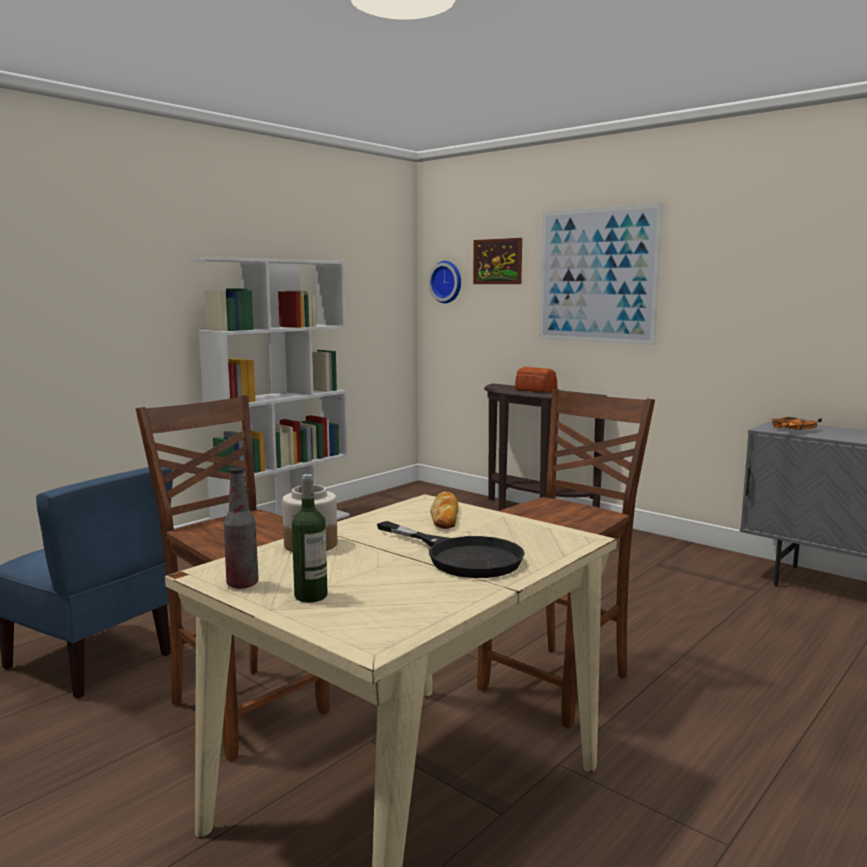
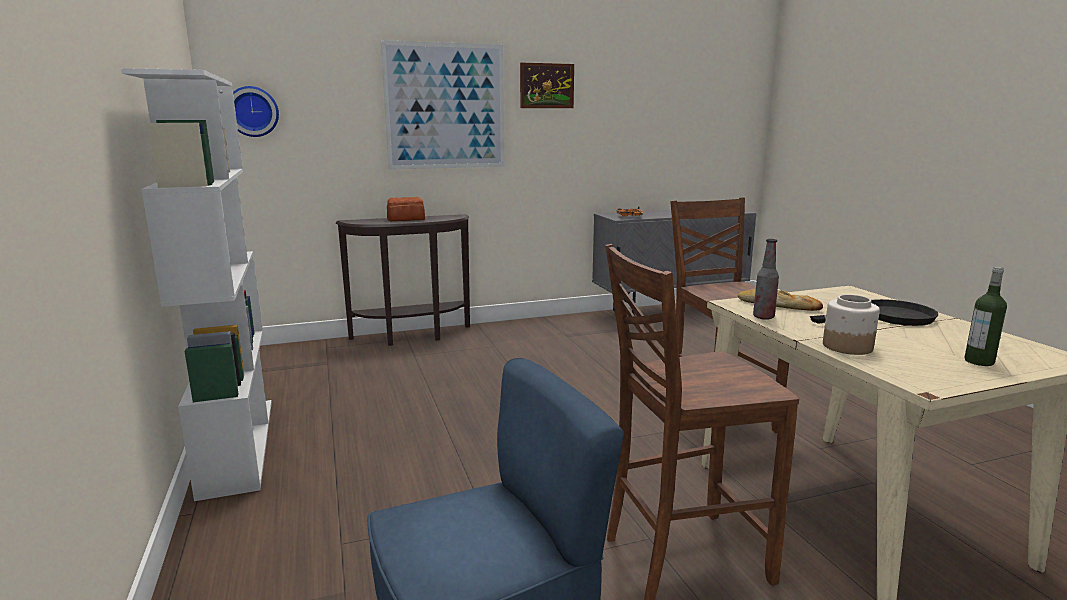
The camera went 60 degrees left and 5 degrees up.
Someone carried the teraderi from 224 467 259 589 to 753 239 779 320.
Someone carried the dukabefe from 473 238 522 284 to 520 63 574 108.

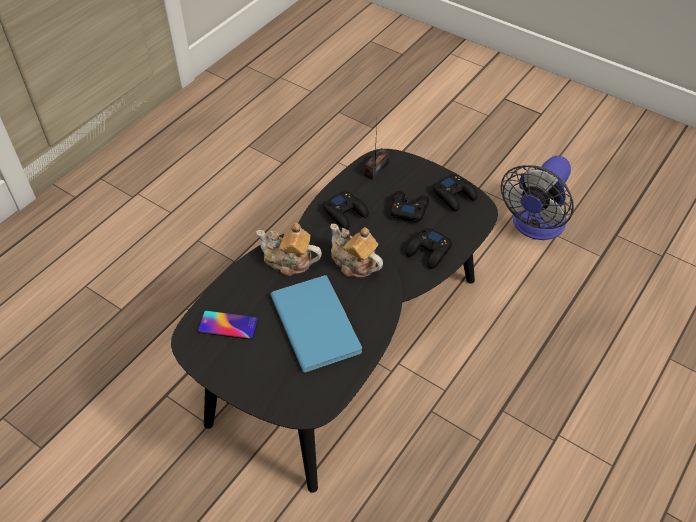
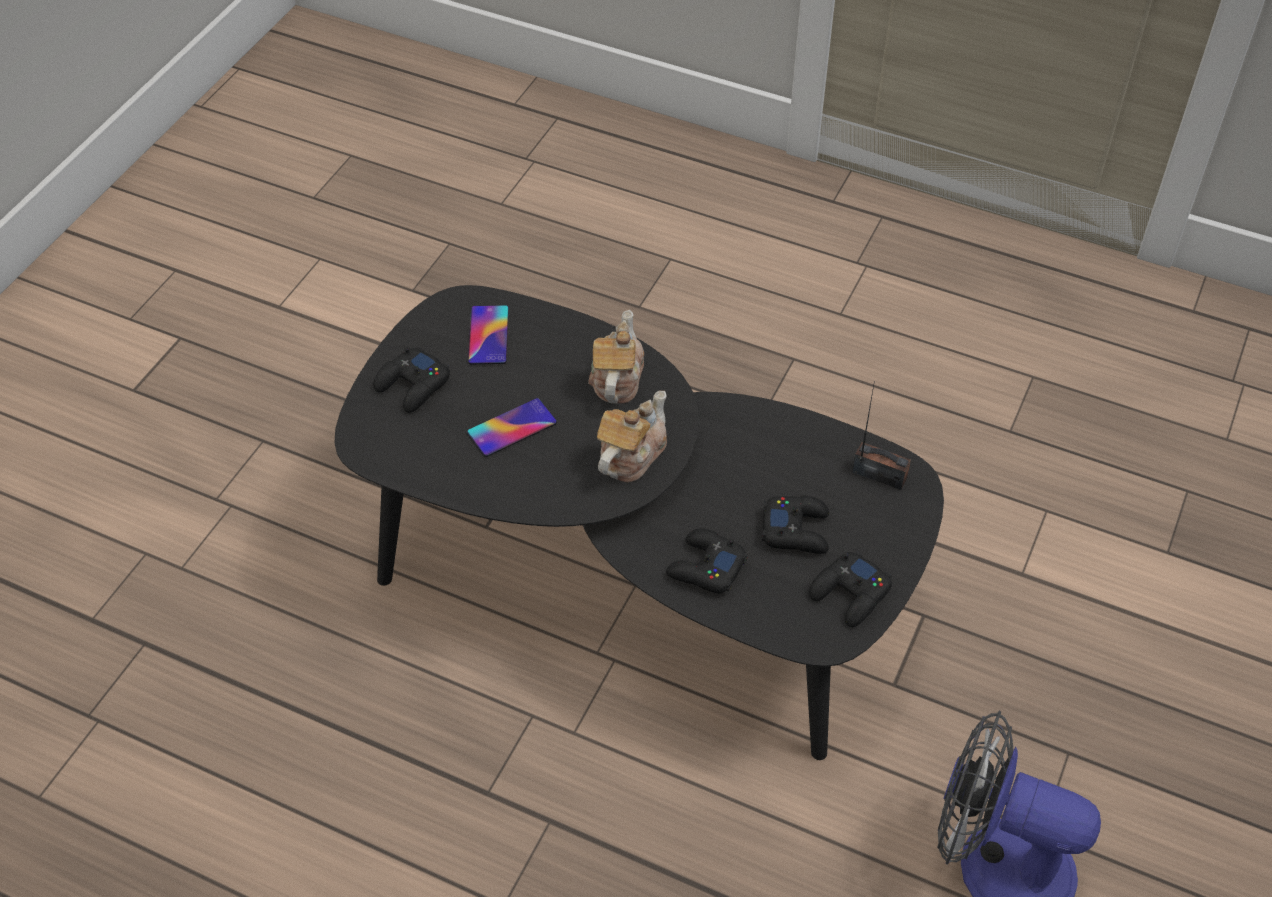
The camera went 80 degrees right and 0 degrees up.
Someone swapped the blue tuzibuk at 270 275 362 373 for the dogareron at 467 398 557 457.
Someone carried the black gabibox from 323 191 369 229 to 373 347 450 413.

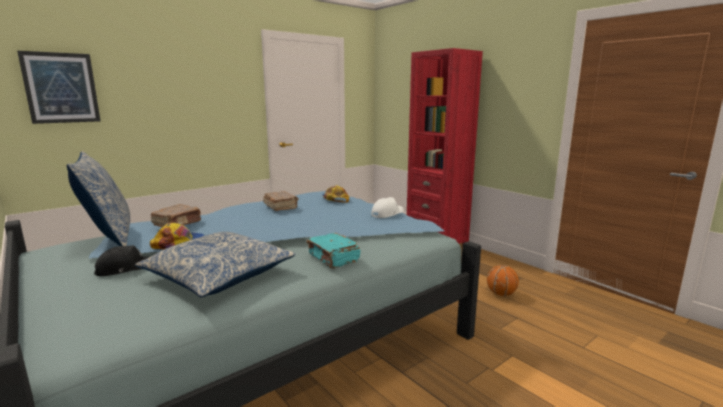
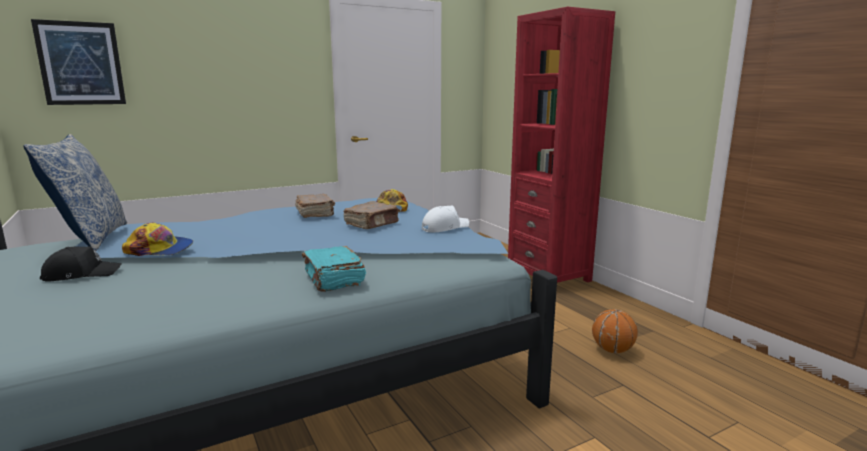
The camera went 10 degrees right and 0 degrees up.
Someone took away the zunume at 135 232 296 297.
Someone carried the brown tuzibuk from 150 204 201 227 to 343 201 399 229.

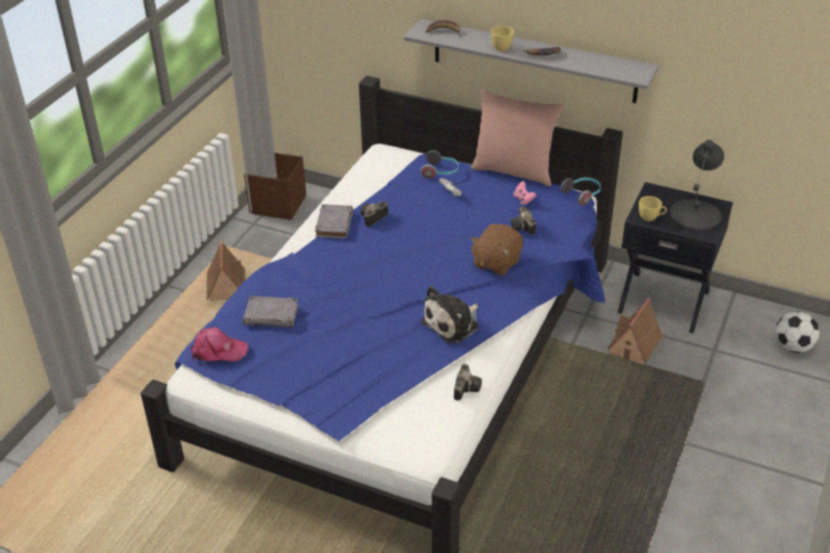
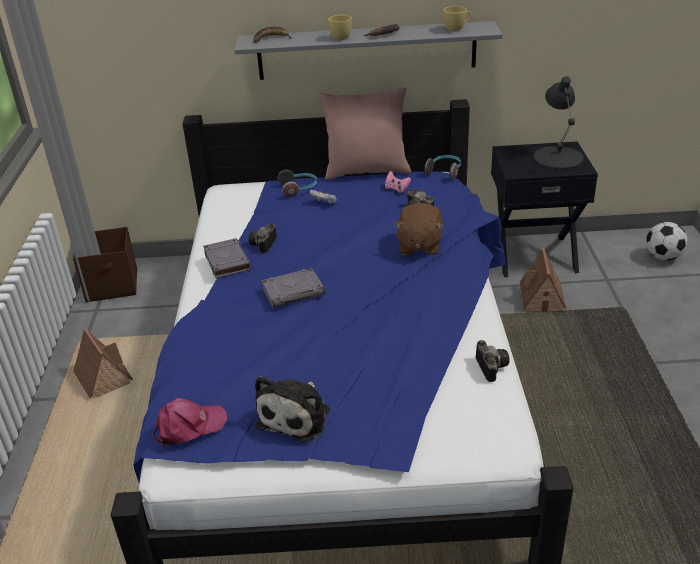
The camera went 25 degrees left and 5 degrees down.
Someone carried the grey tuzibuk from 243 296 299 327 to 261 268 325 308.
Someone carried the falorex from 421 286 478 343 to 255 376 330 442.
Someone carried the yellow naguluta from 639 196 667 221 to 443 6 471 31.

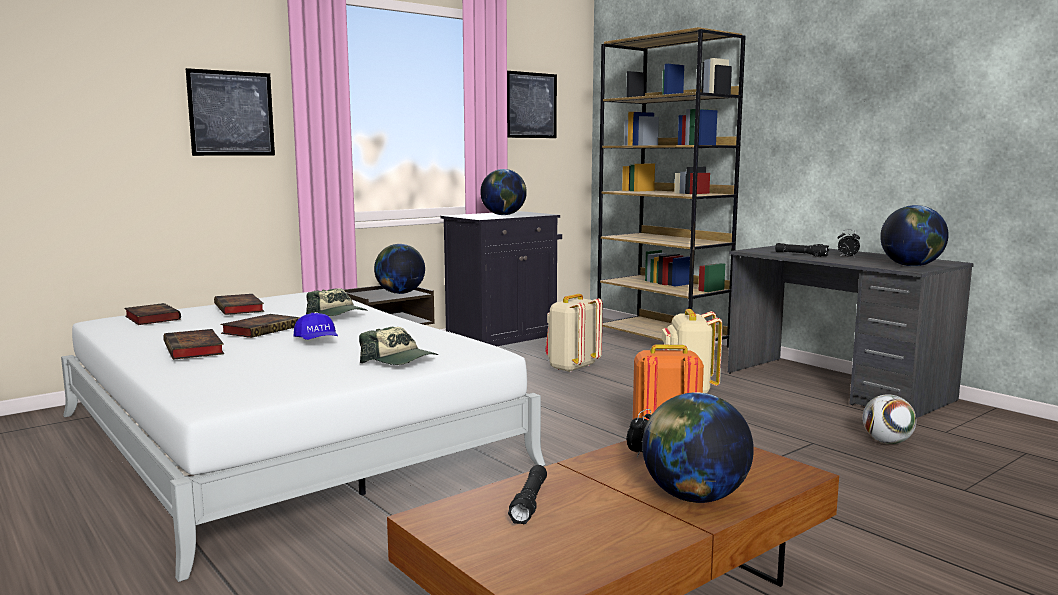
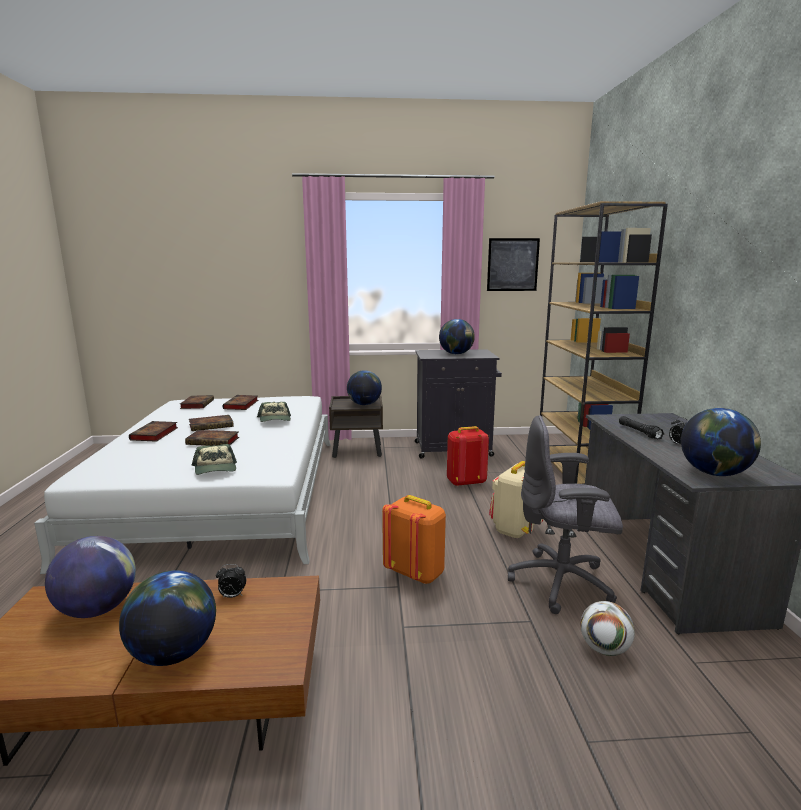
The camera went 35 degrees right and 5 degrees up.
Someone took away the dukabefe at 186 68 275 156.
Someone swapped the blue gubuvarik at 294 313 338 340 for the tuzibuk at 185 430 239 446.
Someone swapped the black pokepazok at 508 465 547 524 for the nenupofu at 45 536 136 618.
Someone repainted the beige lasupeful at 545 294 603 373, which became the red lasupeful at 447 426 489 486.
Someone put down the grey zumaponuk at 508 415 623 614.

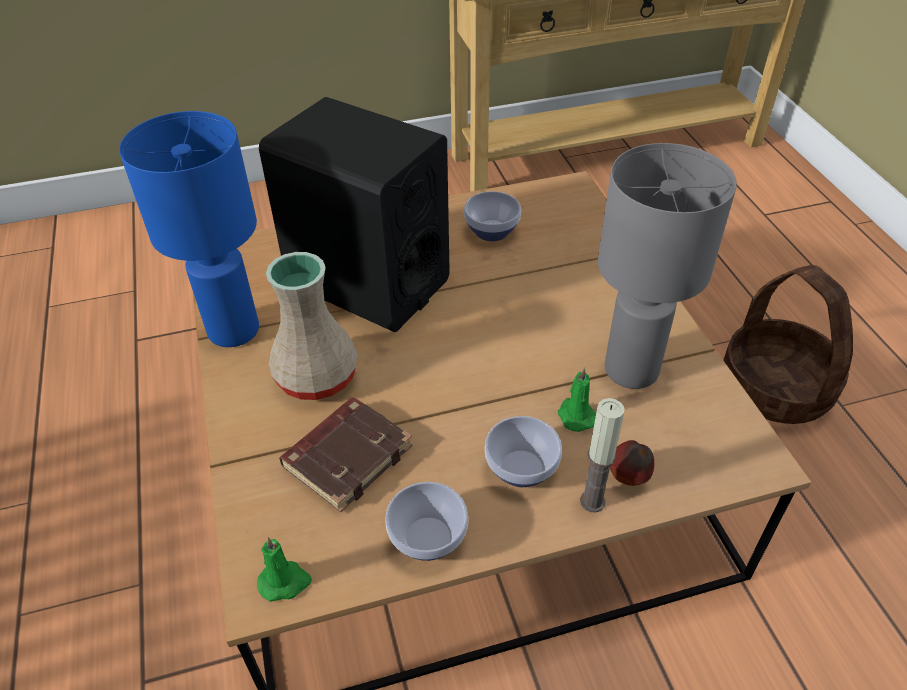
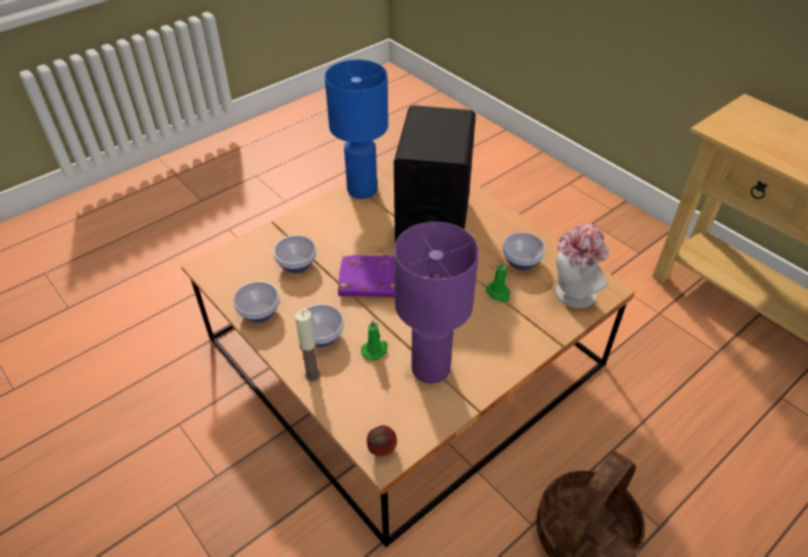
The camera went 65 degrees right and 0 degrees up.
Someone carried the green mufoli from 257 537 312 602 to 486 261 510 302.
Someone took away the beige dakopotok at 266 252 358 400.
Someone swapped the brown tuzibuk at 279 397 413 513 for the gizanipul at 273 235 316 273.
Someone repainted the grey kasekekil at 598 143 737 389, which became the purple kasekekil at 394 222 479 384.
Someone carried the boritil from 610 440 654 486 to 367 425 397 457.
Someone put down the purple tuzibuk at 338 255 395 297.
Someone put down the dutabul at 556 223 610 308.

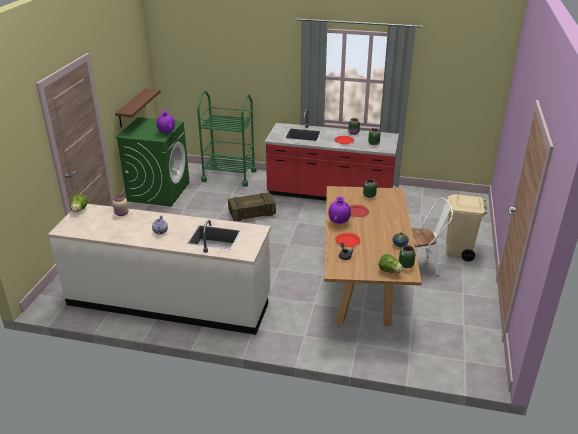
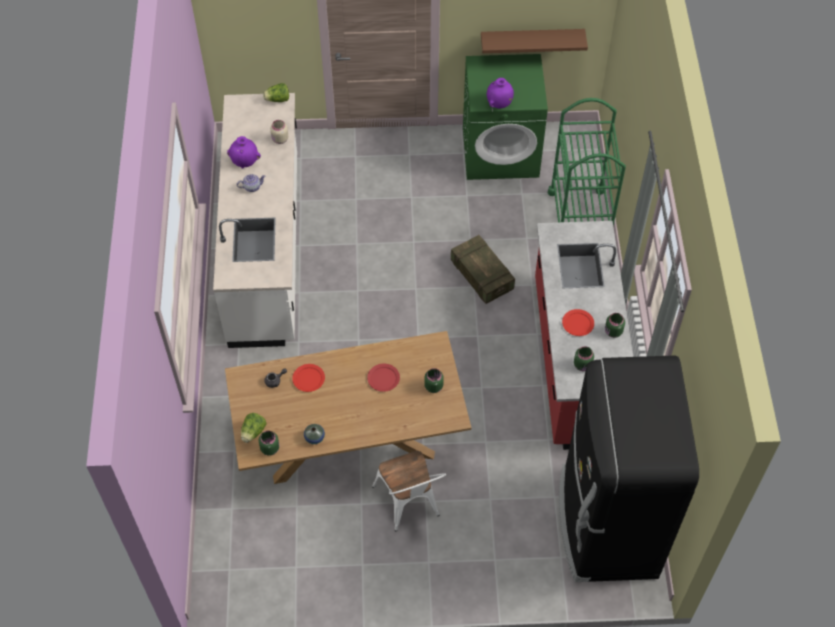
The camera went 75 degrees right and 25 degrees up.
Someone carried the purple dakopotok from 328 197 351 224 to 227 136 261 169.
Someone took away the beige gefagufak at 446 194 487 262.
Someone put down the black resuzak at 559 355 699 582.

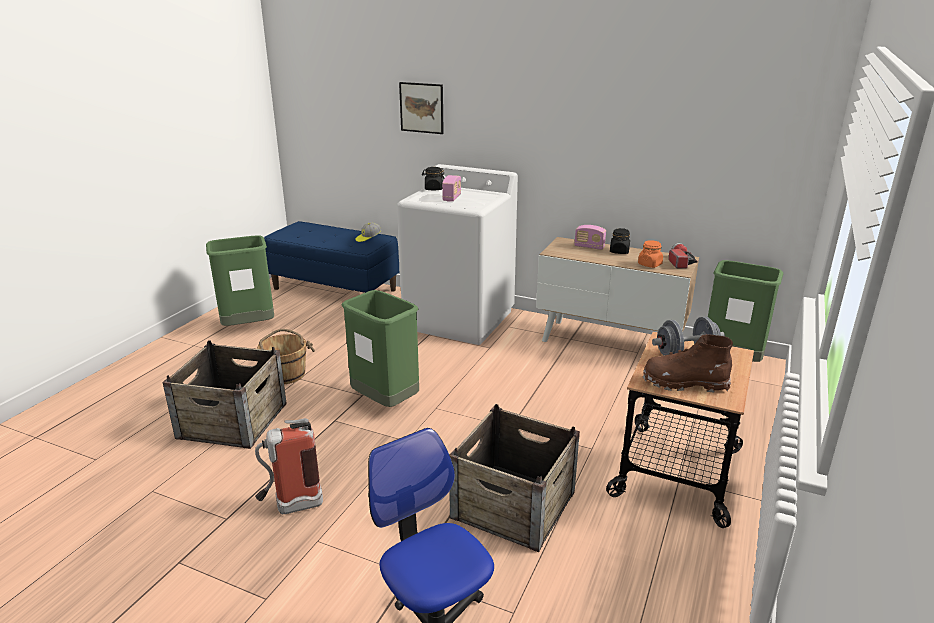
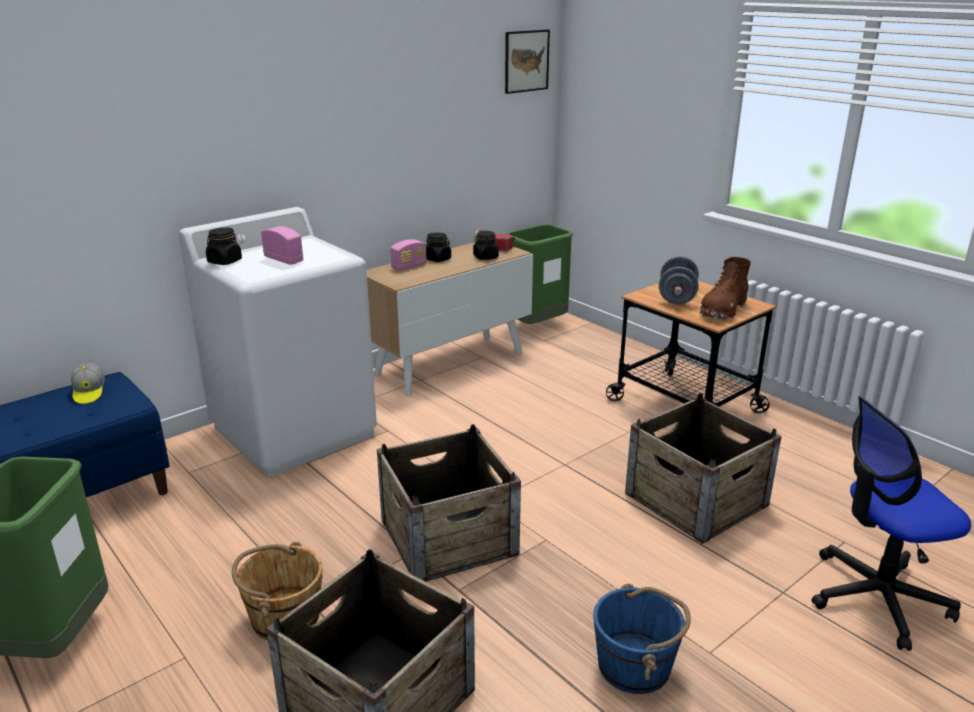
The camera went 65 degrees left and 0 degrees up.
Someone swapped the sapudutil at 255 418 323 514 for the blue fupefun at 593 583 691 694.
Someone swapped the green gefagufak at 342 290 419 407 for the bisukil at 377 424 521 582.
Someone carried the dukabefe from 399 82 444 134 to 505 29 550 94.
Someone repainted the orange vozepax at 638 240 663 268, which became the black vozepax at 473 231 499 260.

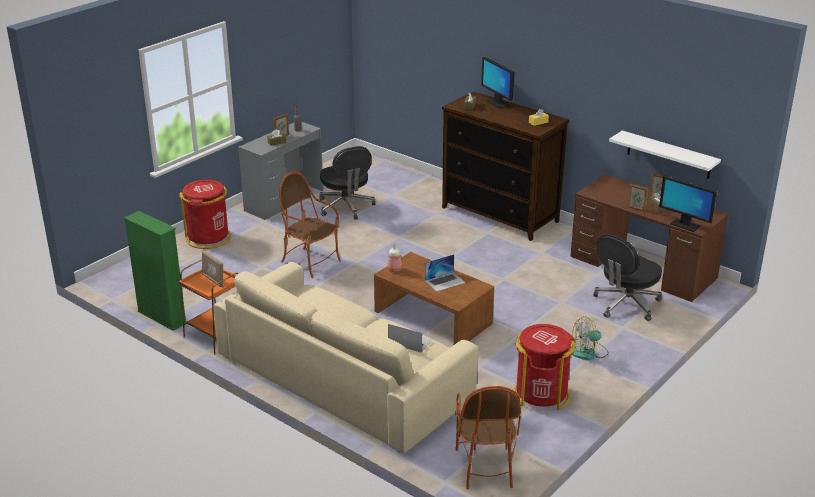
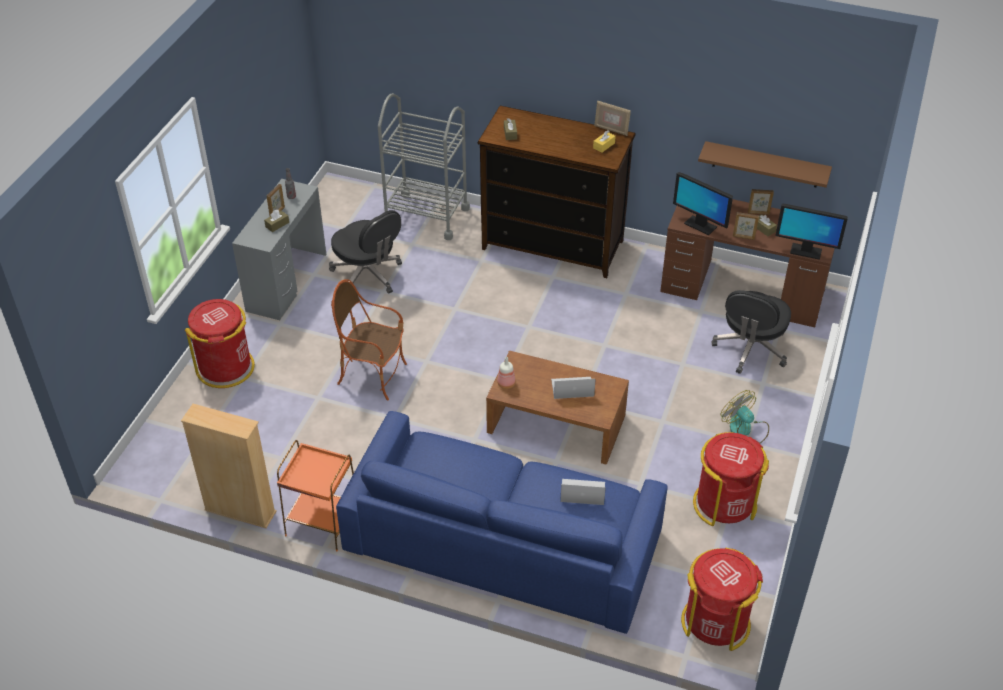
The camera went 20 degrees left and 15 degrees up.
Someone repainted the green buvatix at 124 211 187 331, which became the beige buvatix at 181 404 277 529.
Someone carried the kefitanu from 202 250 223 288 to 594 101 631 136.
Someone repainted the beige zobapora at 213 262 478 454, which became the blue zobapora at 336 411 668 634.
Someone rotated the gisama at 425 254 466 292 by 135 degrees counterclockwise.
Someone swapped the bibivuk at 455 386 521 490 for the red gefagufak at 681 547 763 651.
Someone carried the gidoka from 481 57 514 109 to 673 172 733 235.
Someone rotated the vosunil at 572 316 609 360 by 90 degrees clockwise.
Someone repainted the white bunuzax at 609 130 721 179, which became the brown bunuzax at 698 141 832 188.
Someone put down the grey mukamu at 378 93 470 240.

